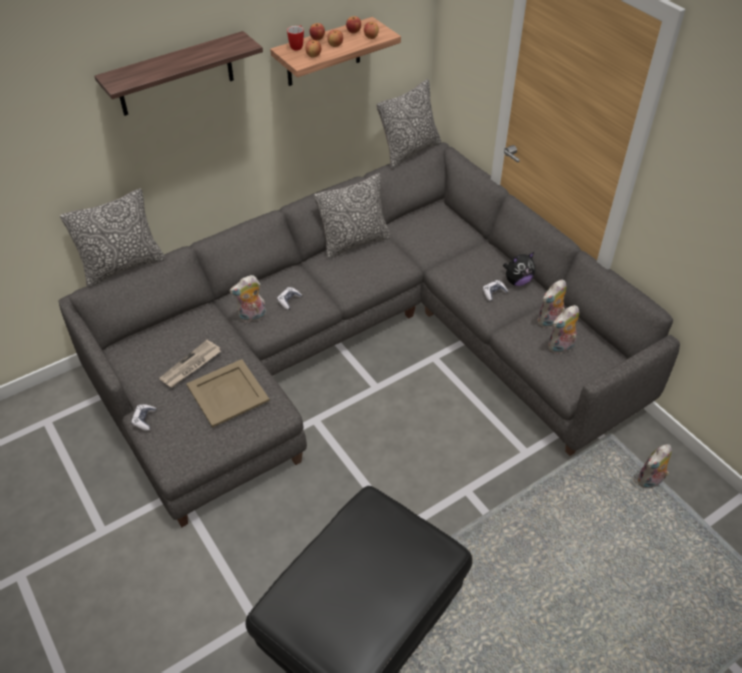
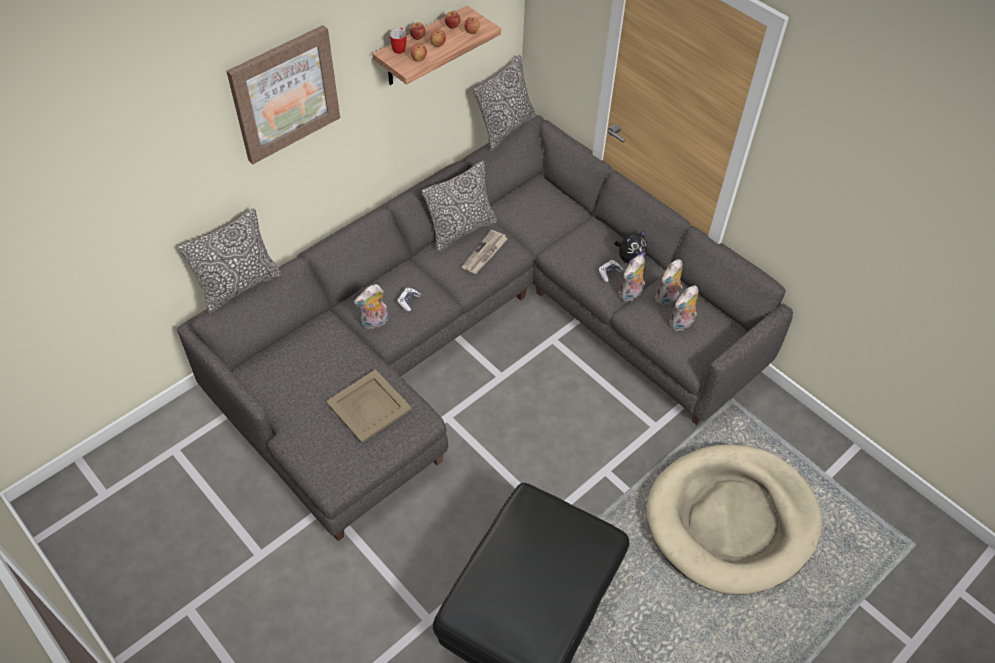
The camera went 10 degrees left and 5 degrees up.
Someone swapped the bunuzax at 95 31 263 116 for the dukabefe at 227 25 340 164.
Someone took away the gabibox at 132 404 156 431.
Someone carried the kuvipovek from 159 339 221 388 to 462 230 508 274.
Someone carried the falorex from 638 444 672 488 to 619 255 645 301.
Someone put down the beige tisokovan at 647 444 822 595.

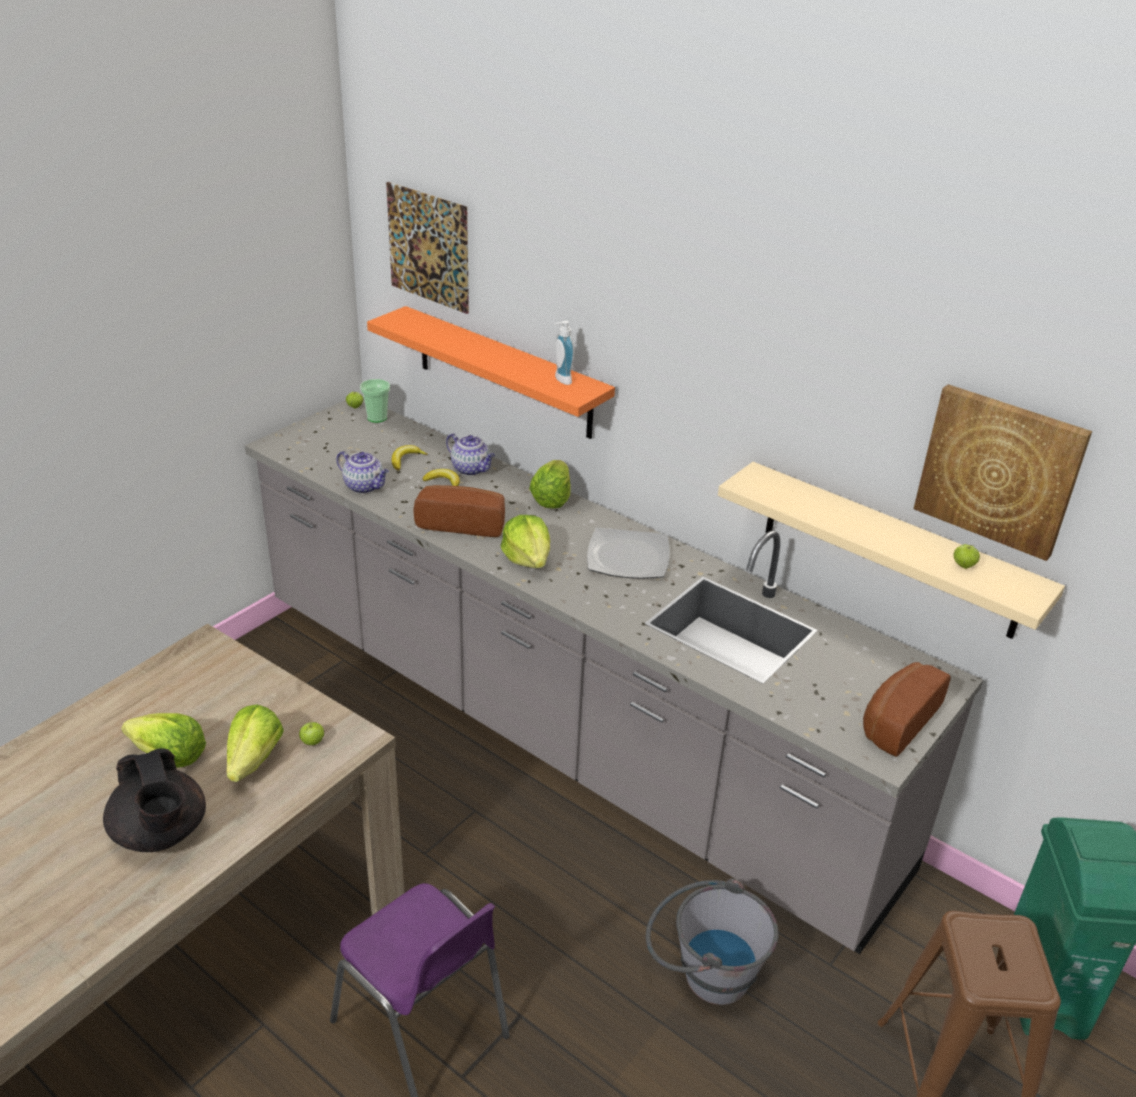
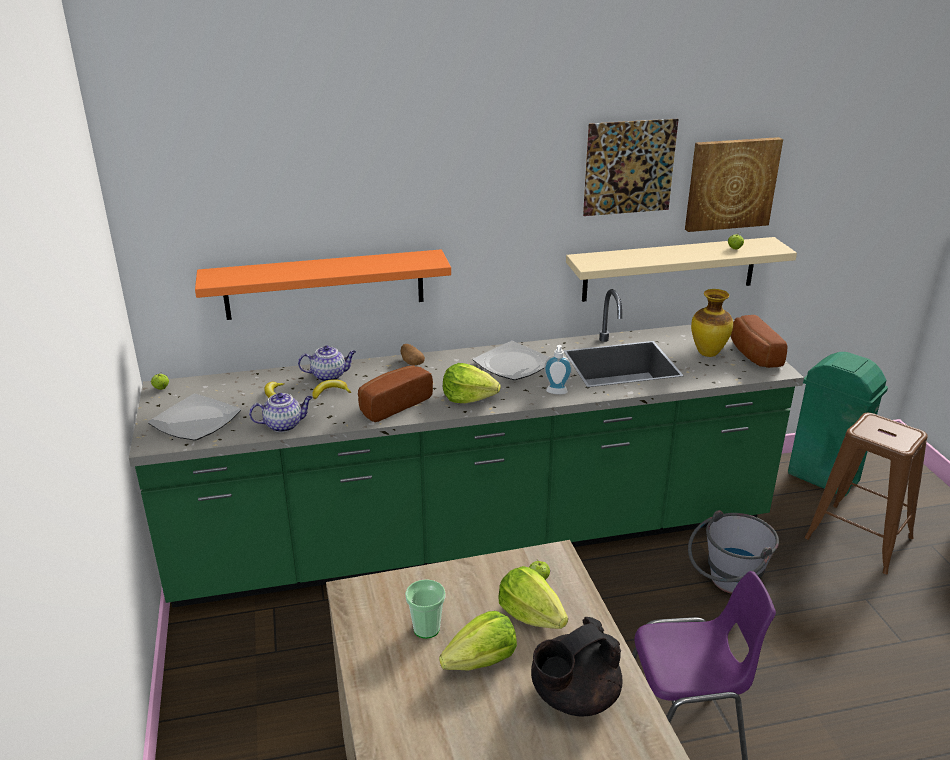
The camera went 50 degrees left and 5 degrees down.
Someone rotated the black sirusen at 103 748 206 852 by 135 degrees clockwise.
Someone repainted the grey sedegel at 245 398 983 954, which became the green sedegel at 129 289 804 608.
Someone carried the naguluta from 360 379 390 423 to 405 579 446 639.
Someone carried the dukabefe from 386 182 469 314 to 583 118 678 216.
Someone swapped the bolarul at 529 460 571 509 for the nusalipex at 400 344 425 365.
Someone carried the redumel from 554 321 574 385 to 544 345 572 394.
Someone put down the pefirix at 148 393 241 441.
Someone put down the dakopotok at 691 289 733 357.

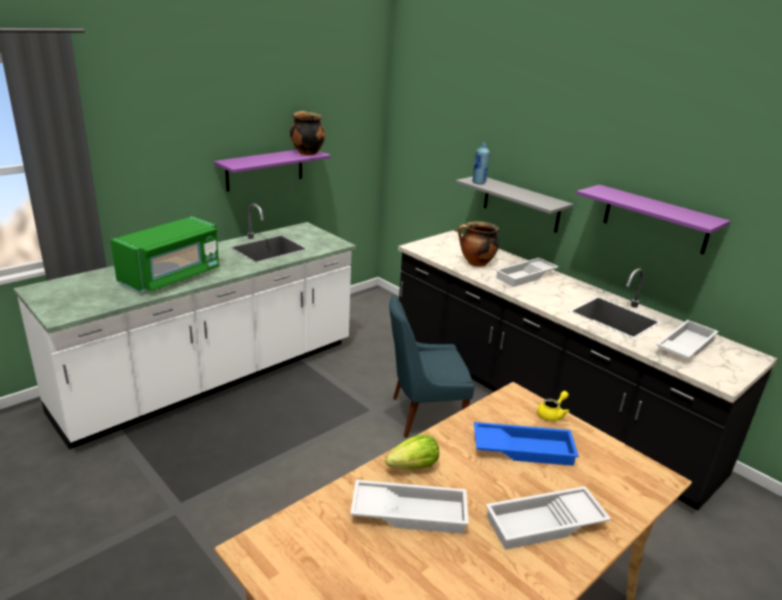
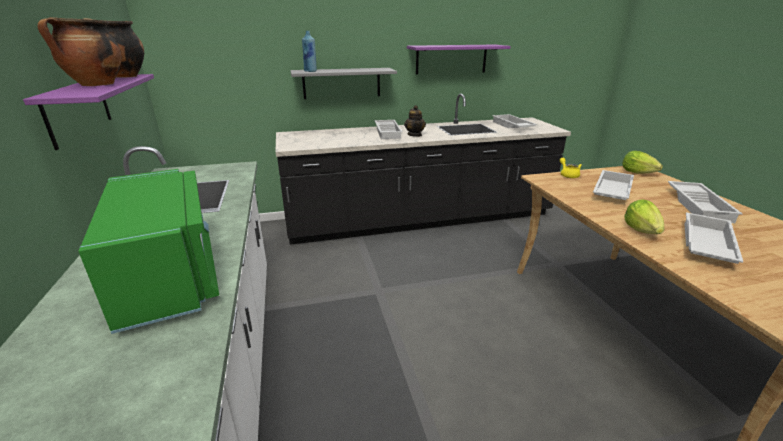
The camera went 60 degrees left and 0 degrees up.
Someone took away the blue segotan at 389 295 475 438.
Someone carried the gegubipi from 458 221 499 267 to 37 17 121 86.
Someone repainted the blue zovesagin at 474 422 579 466, which became the white zovesagin at 593 170 634 200.
Someone put down the sirusen at 404 105 426 137.
Someone put down the bolarul at 622 151 663 174.

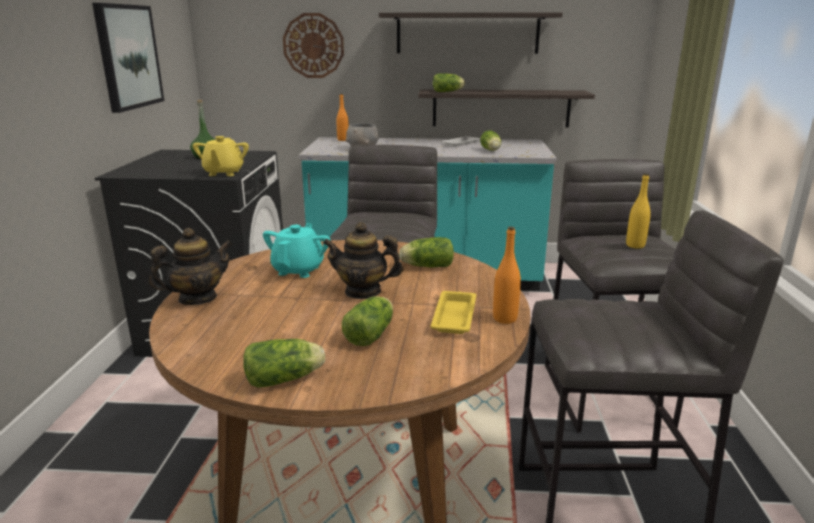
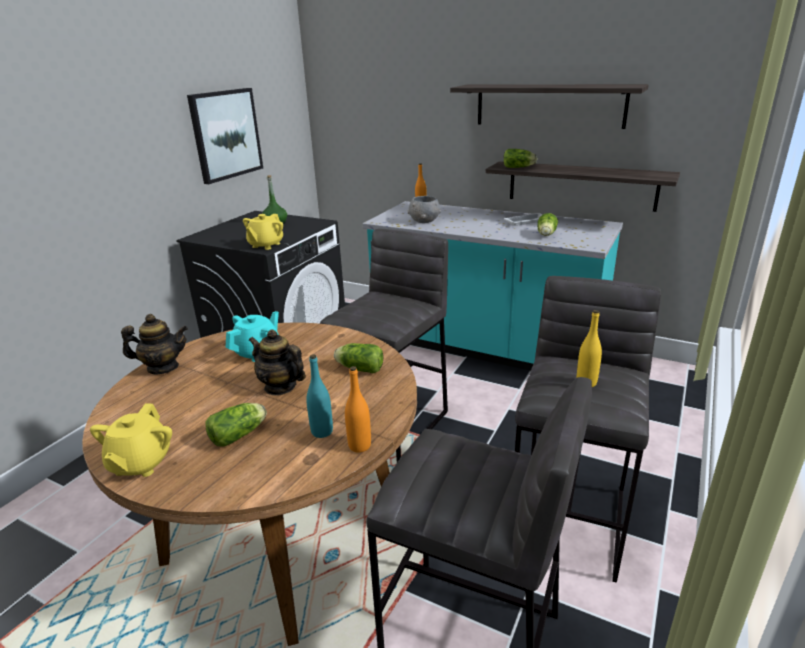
The camera went 25 degrees right and 5 degrees up.
Someone swapped the bolarul at 243 339 325 388 for the yellow sirusen at 90 403 172 477.
Someone took away the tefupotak at 283 13 344 78.
Someone swapped the yellow zovesagin at 431 291 476 334 for the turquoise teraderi at 306 354 333 438.

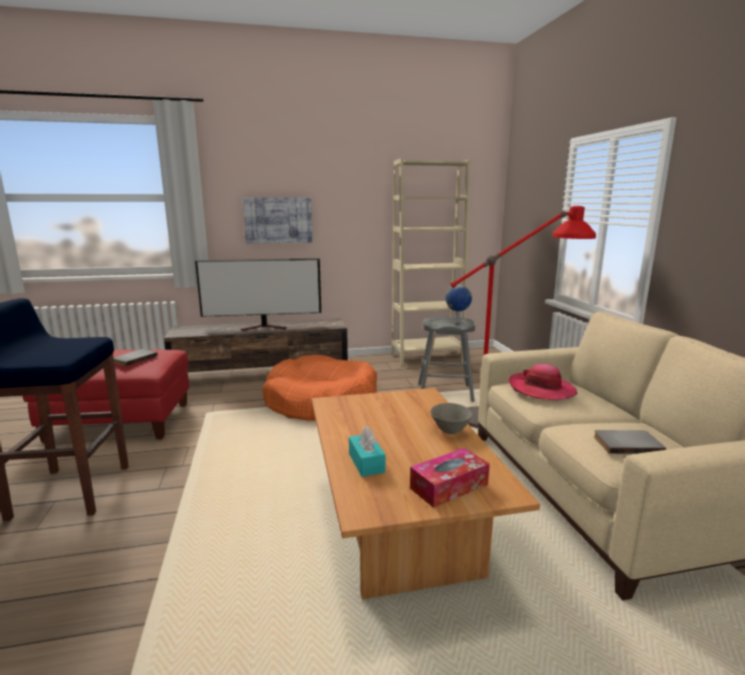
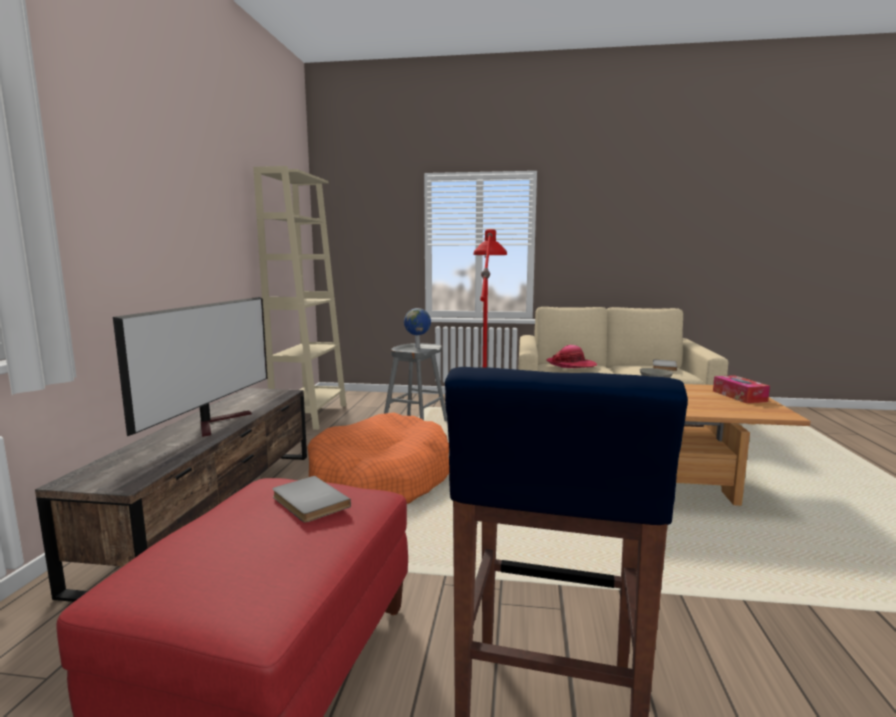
The camera went 70 degrees left and 5 degrees down.
Someone took away the dukabefe at 243 197 312 244.
Someone took away the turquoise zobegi at 349 427 386 477.

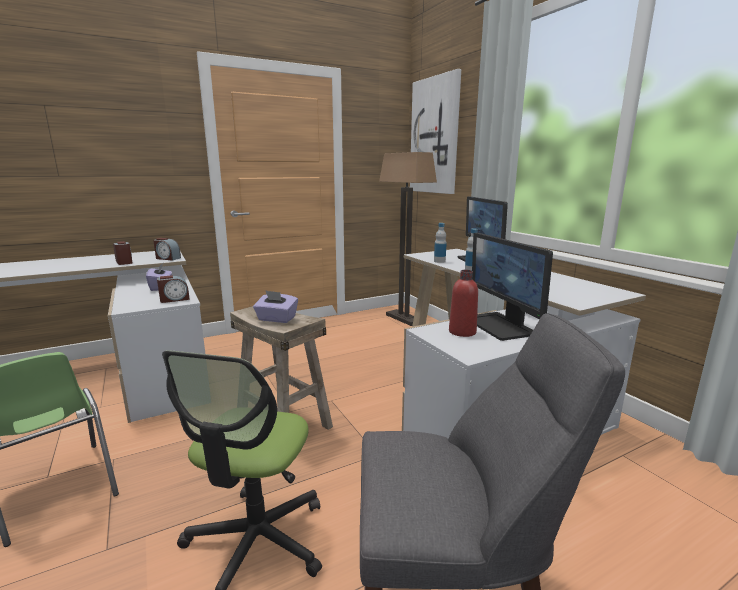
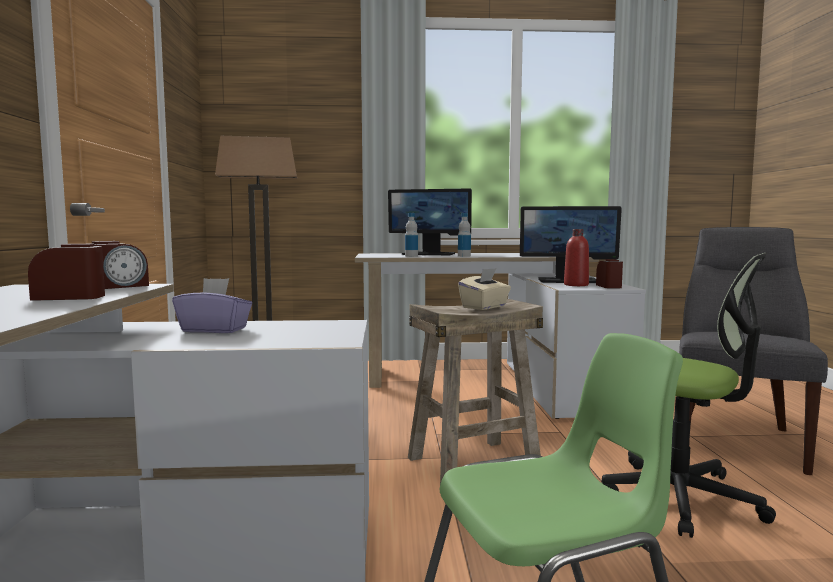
The camera went 65 degrees left and 10 degrees down.
Someone carried the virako from 157 275 190 303 to 596 259 623 288.
Someone repainted the purple zobegi at 253 290 298 323, which became the beige zobegi at 458 268 511 310.
Someone took away the dukabefe at 410 69 461 194.

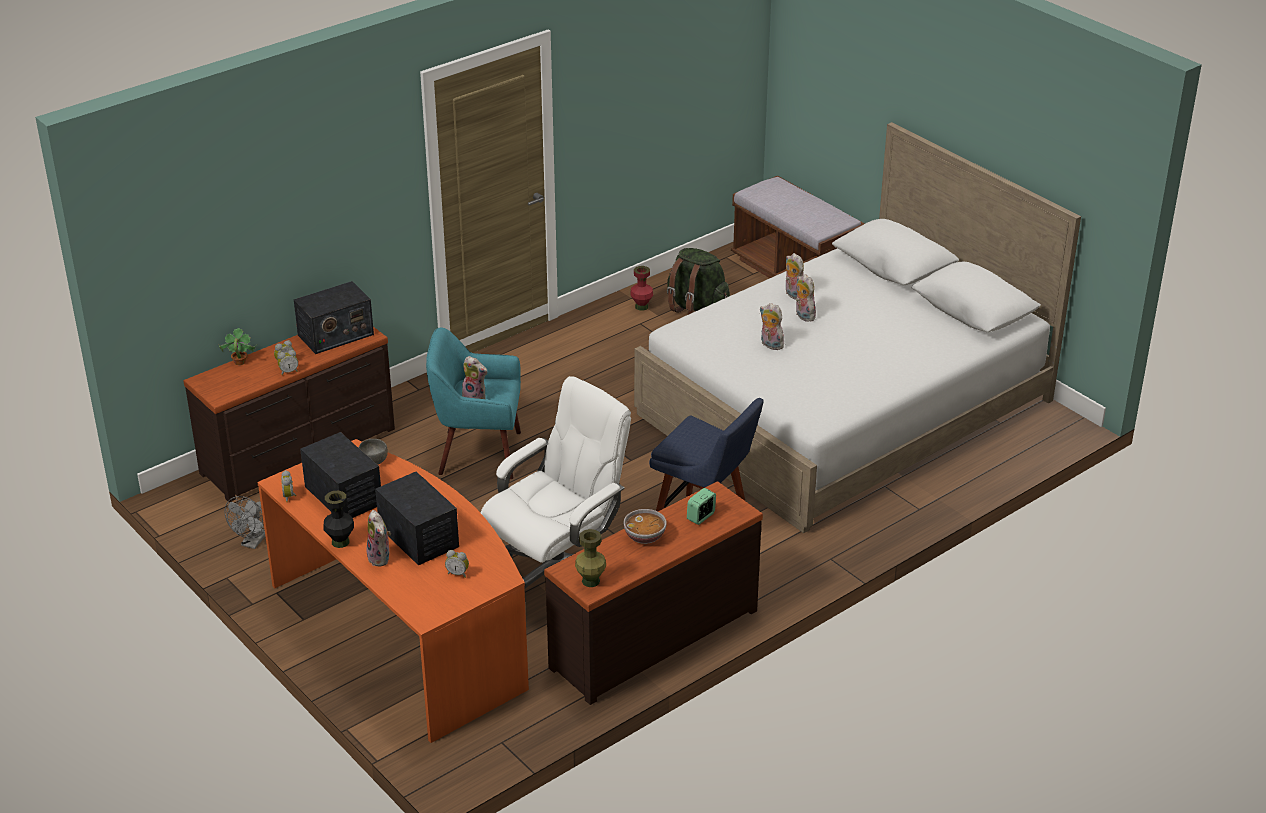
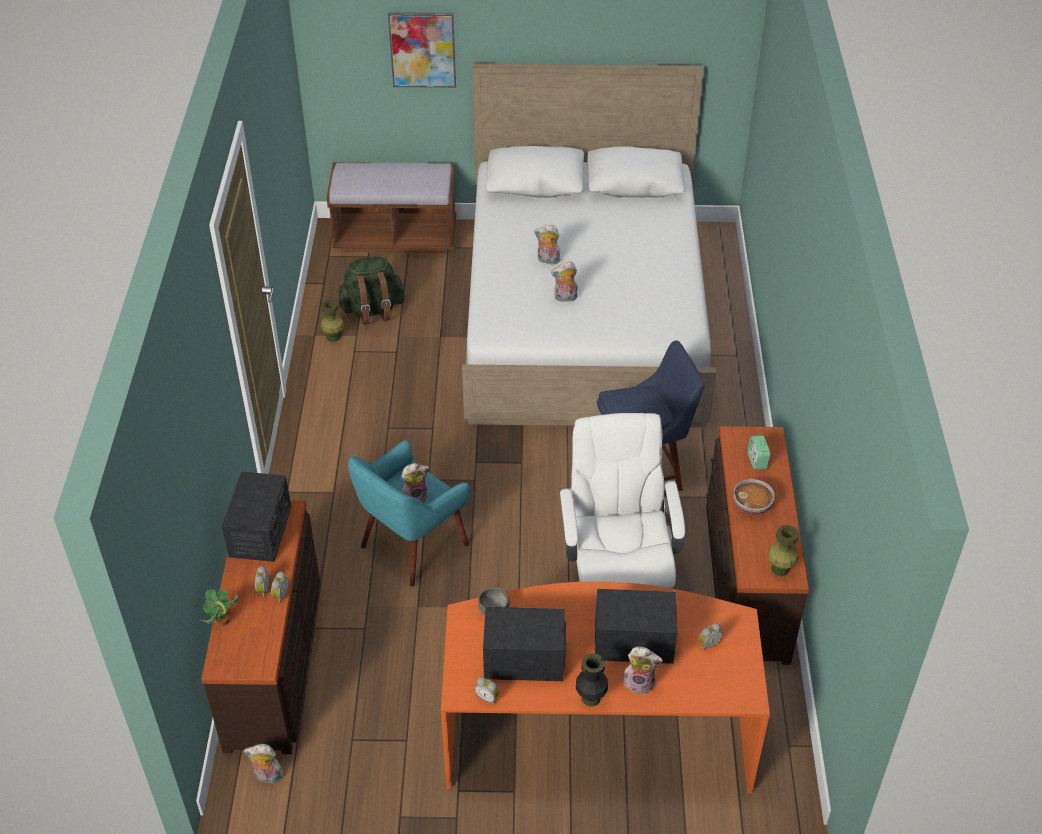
The camera went 50 degrees left and 10 degrees up.
Someone took away the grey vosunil at 224 496 265 549.
Someone repainted the red dakopotok at 630 266 653 311, which became the green dakopotok at 320 299 344 342.
Someone carried the falorex from 785 253 804 300 to 244 744 285 784.
Someone put up the dukabefe at 388 12 456 88.

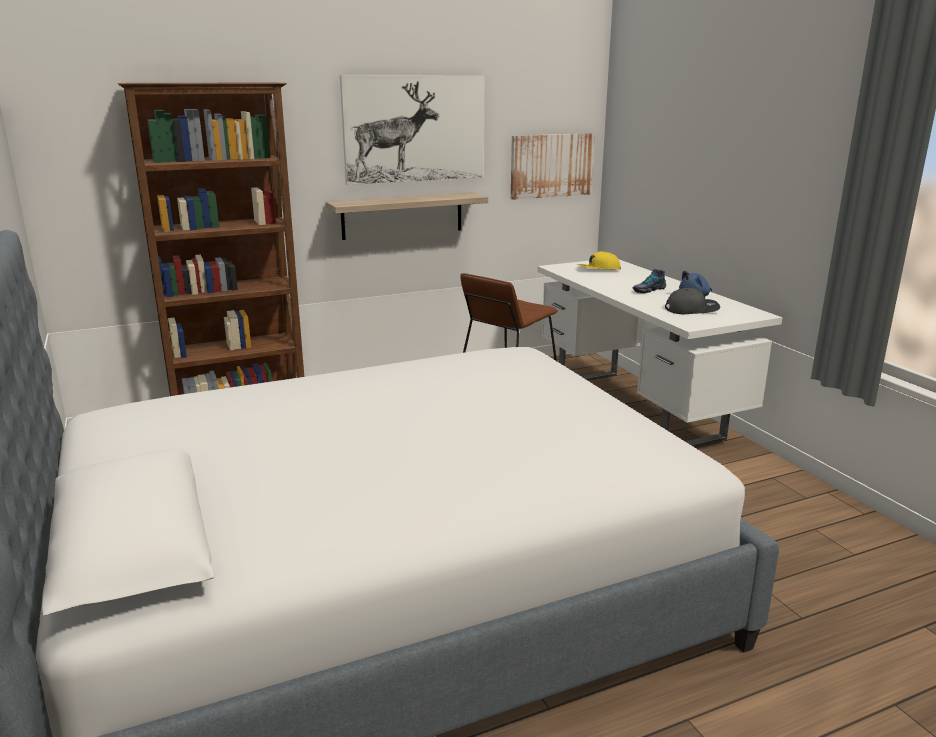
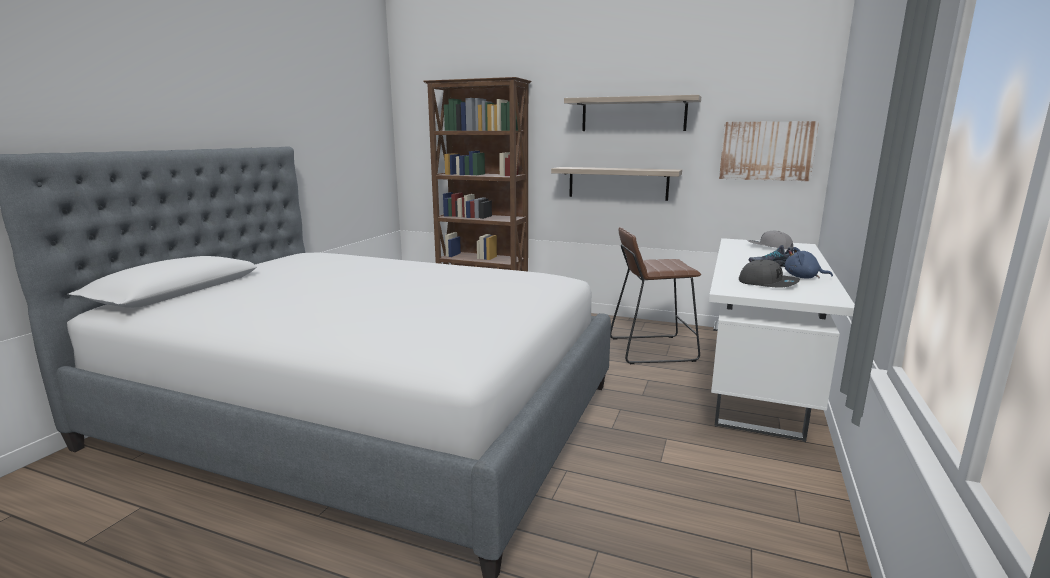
The camera went 45 degrees right and 5 degrees down.
Someone swapped the dukabefe at 340 75 484 185 for the bunuzax at 564 95 701 131.
Someone repainted the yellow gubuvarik at 577 251 621 269, which became the grey gubuvarik at 748 231 793 249.

